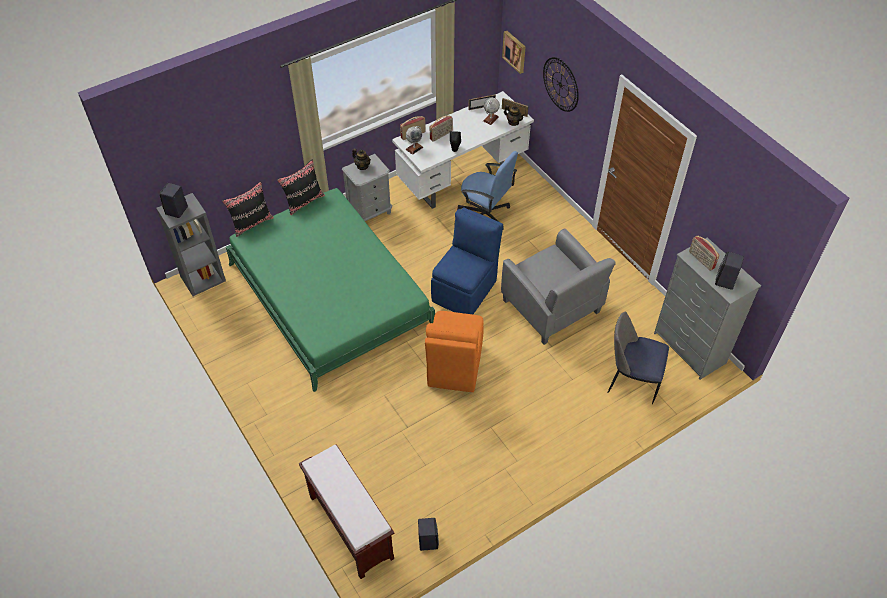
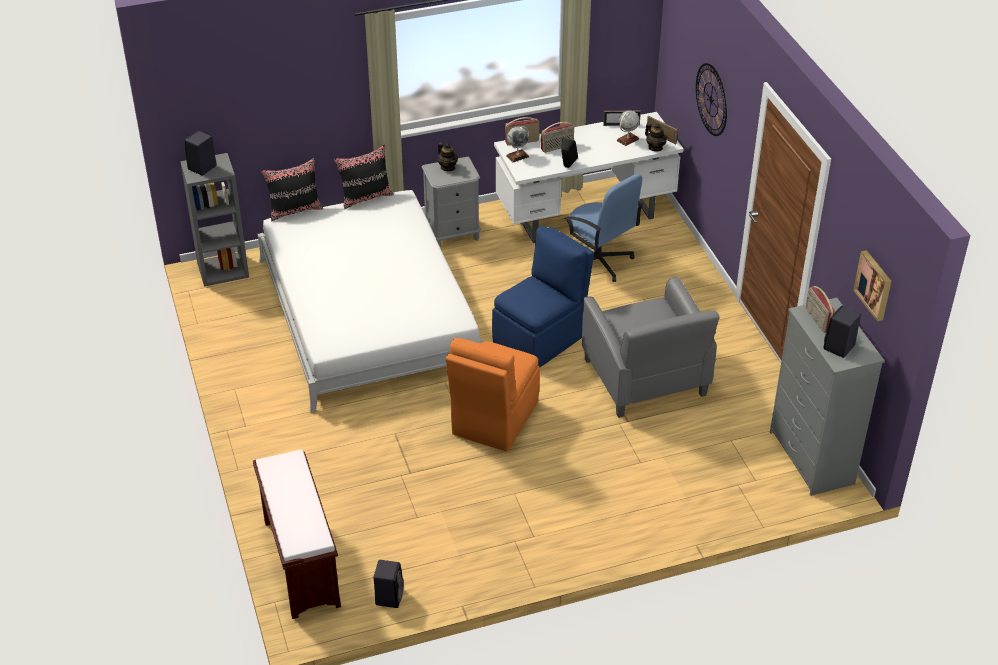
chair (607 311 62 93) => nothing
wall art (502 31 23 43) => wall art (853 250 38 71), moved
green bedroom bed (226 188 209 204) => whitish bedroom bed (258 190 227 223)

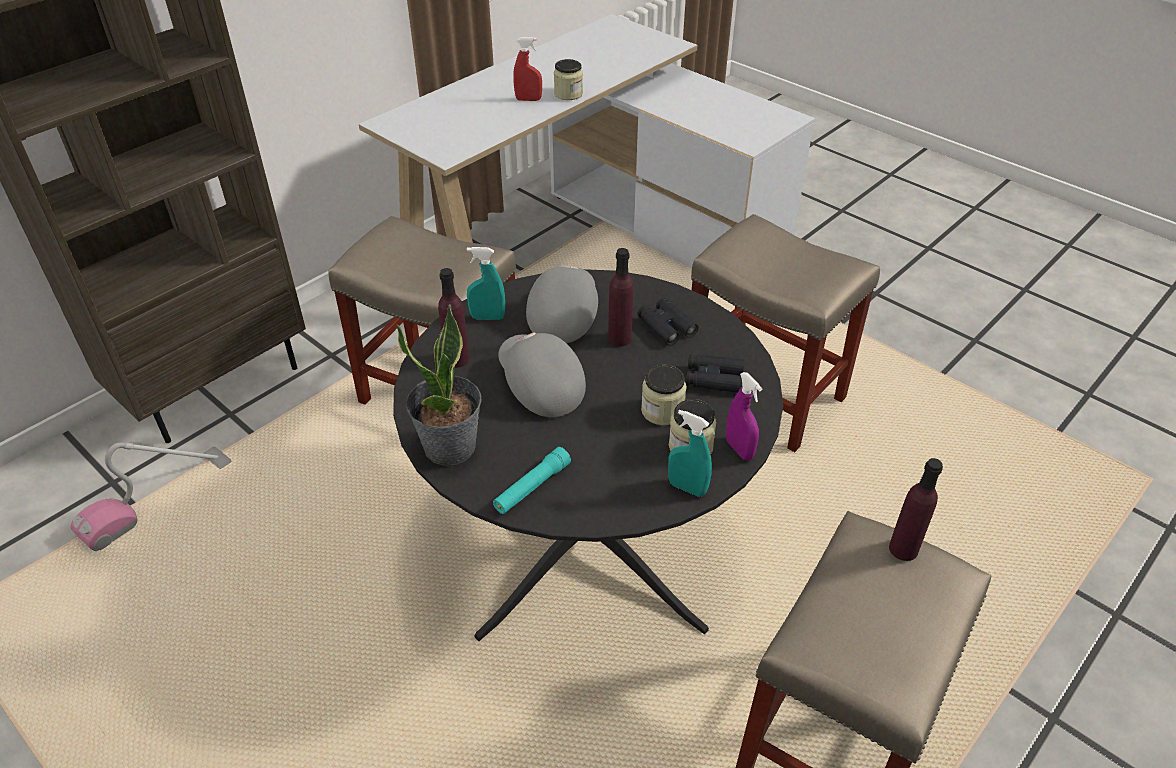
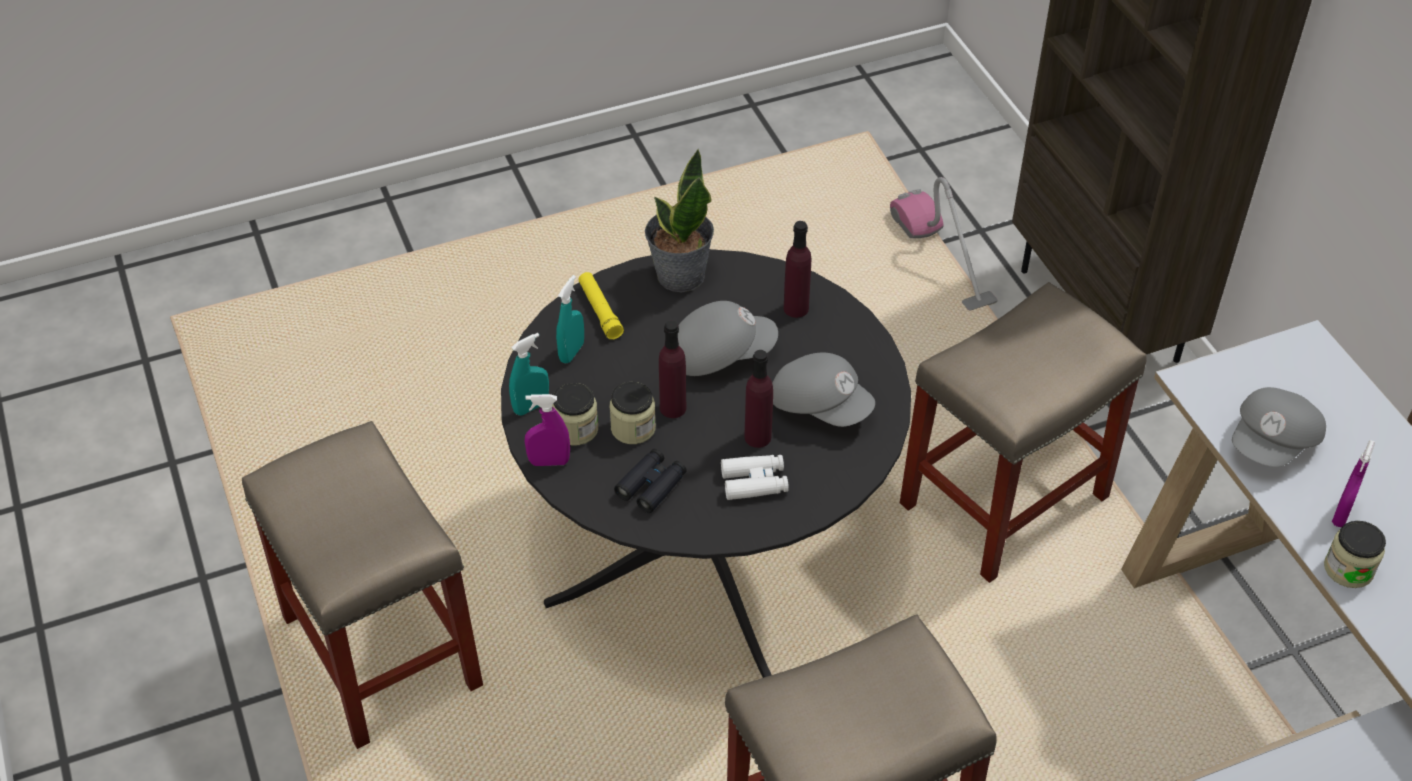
nothing => greyish baseball cap (1232 387 94 80)
turquoise-coloured spray bottle (467 247 38 73) => turquoise-coloured spray bottle (556 275 28 88), moved
purplish drink bottle (889 458 54 103) => purplish drink bottle (659 321 27 97), moved
turquoise-coloured flashlight (493 447 78 67) => yellow-coloured flashlight (578 272 46 68)
reddish spray bottle (513 37 29 64) => purplish spray bottle (1332 440 43 87)
black pair of binoculars (637 298 62 48) => whitish pair of binoculars (721 455 68 45)

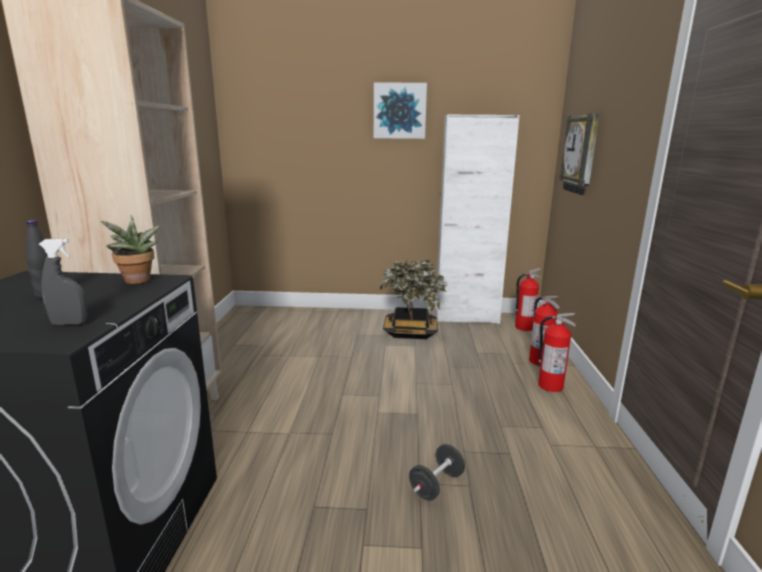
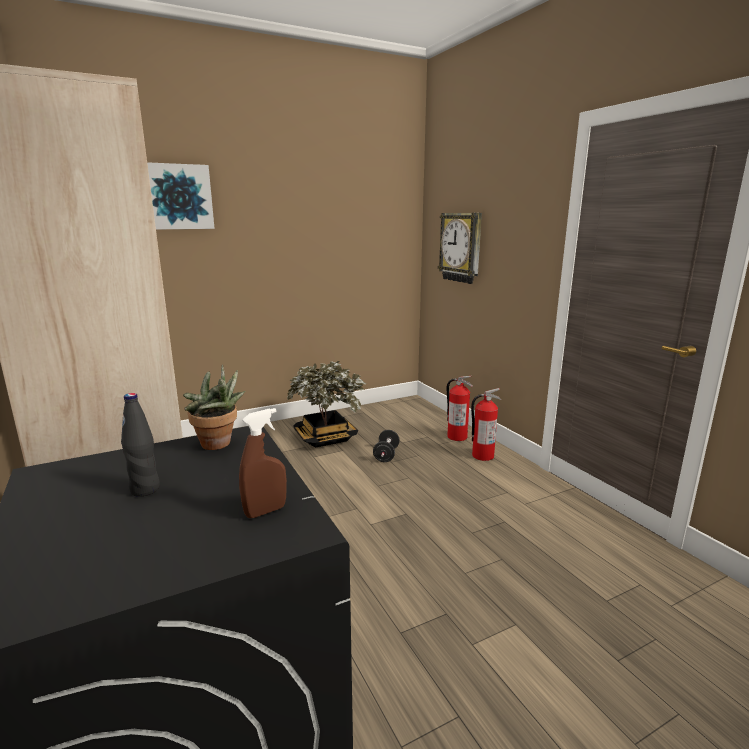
whitish cupboard (435 114 85 210) => nothing
fire extinguisher (515 268 27 63) => nothing
wall art (374 83 53 56) => wall art (147 162 68 67), moved
black dumbbell (409 444 56 57) => black dumbbell (373 430 27 32), moved
greyish spray bottle (39 238 49 87) => brown spray bottle (239 408 48 110)

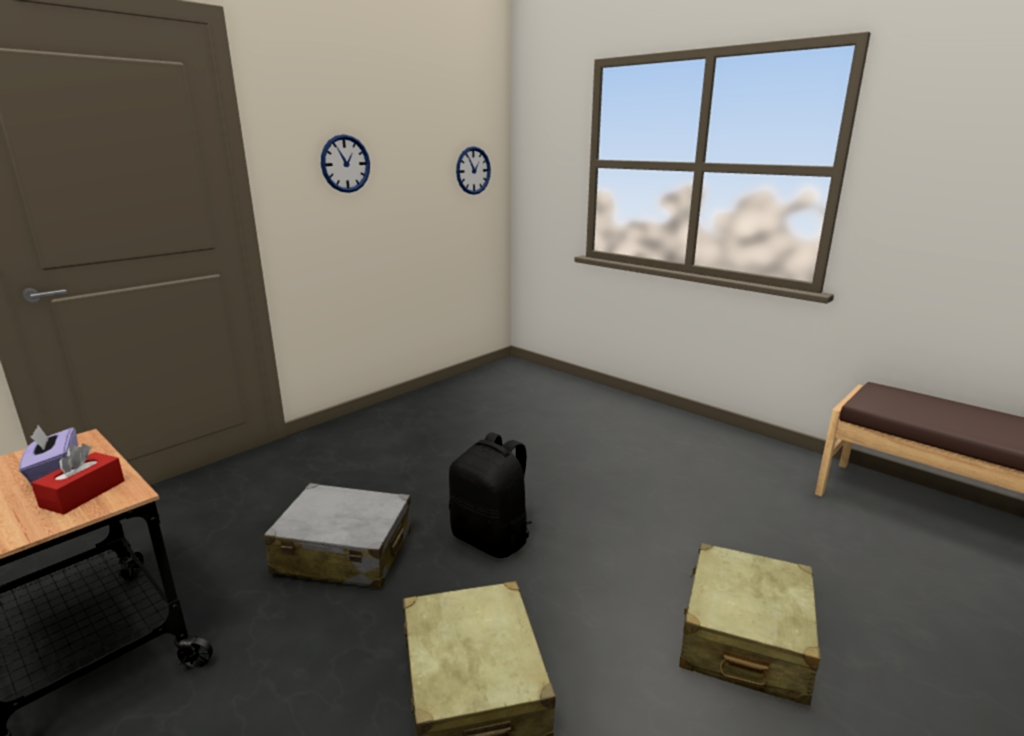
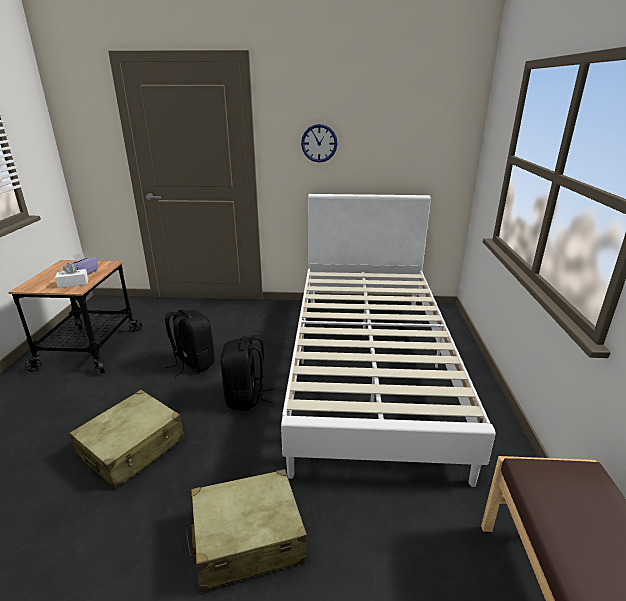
wall clock (456 146 35 49) => nothing
nothing => whitish bedroom bed (281 194 214 293)
greyish suitcase (264 483 147 105) => black backpack (165 310 50 67)
reddish tissue holder (31 444 93 70) => whitish tissue holder (55 263 33 25)

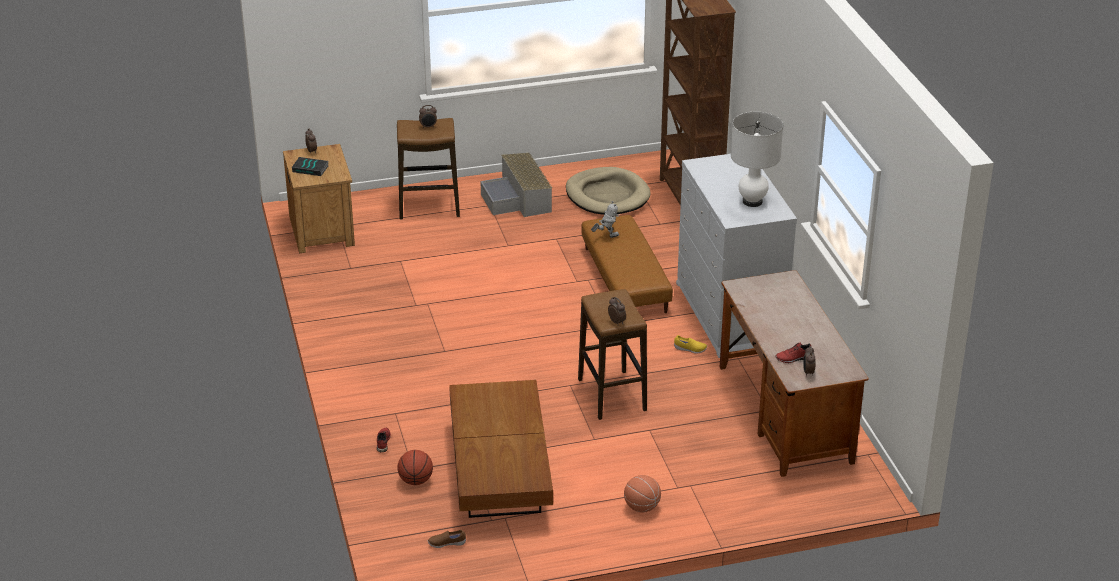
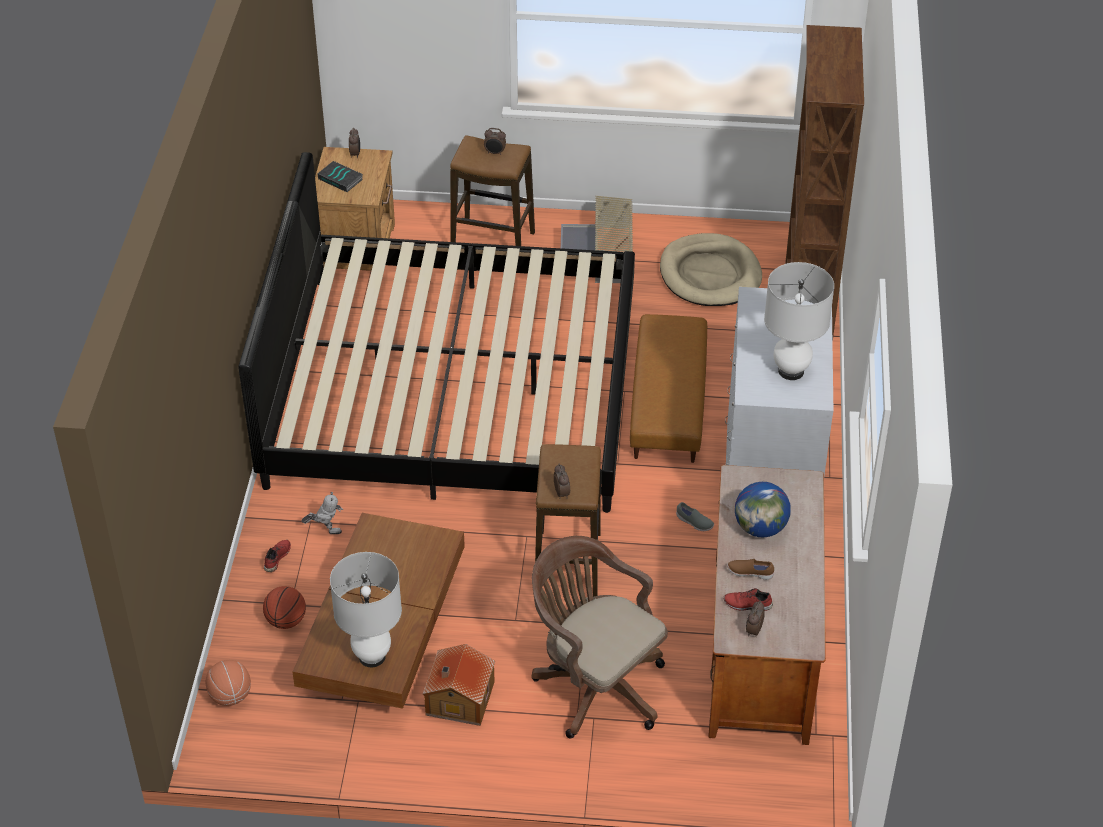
nothing => bedroom bed (238 152 397 361)
nothing => whitish lamp for a table (330 552 72 115)
nothing => model house (423 644 72 82)
nothing => brown office chair (531 536 137 202)
nothing => globe (735 482 56 56)
brown low shoe (428 530 38 18) => brown low shoe (727 559 47 21), moved
model robot (591 201 29 37) => model robot (302 492 41 42), moved
basketball (624 475 37 38) => basketball (205 660 46 46), moved
yellow-coloured low shoe (674 335 33 18) => greyish low shoe (676 502 38 29)

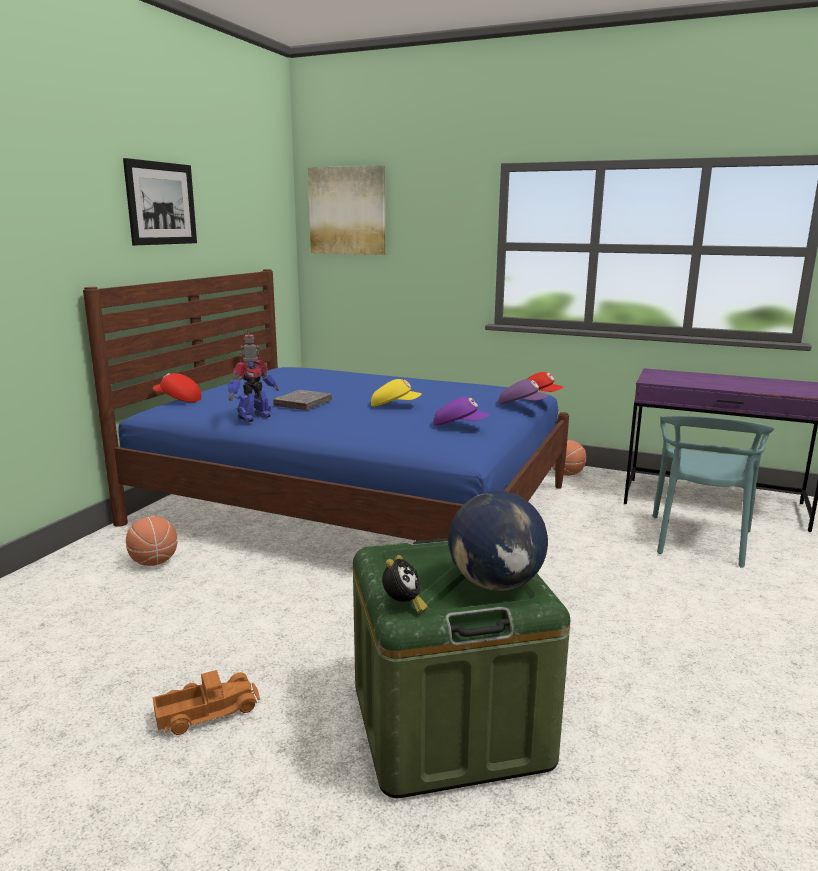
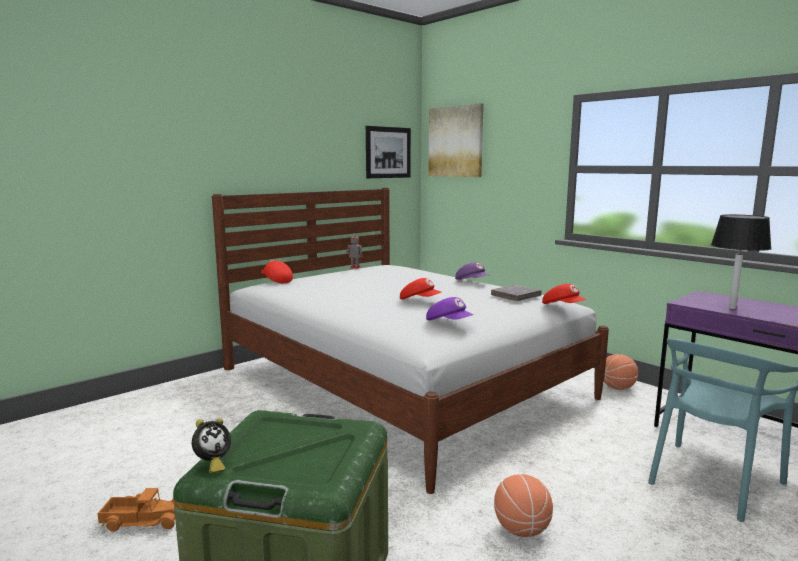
model robot (228 360 51 62) => nothing
globe (448 491 100 100) => nothing
nothing => black lamp for a table (711 214 61 95)
wall art (123 158 74 87) => wall art (366 126 45 52), moved
basketball (126 516 51 50) => basketball (494 474 59 63), moved
greyish bound book (273 390 59 20) => greyish bound book (491 285 51 16), moved
purplish baseball cap (499 379 50 25) => purplish baseball cap (455 262 34 18), moved
blue-coloured bedroom bed (83 269 486 272) => whitish bedroom bed (212 188 397 306)
yellow-coloured baseball cap (371 379 50 27) => reddish baseball cap (400 278 42 22)

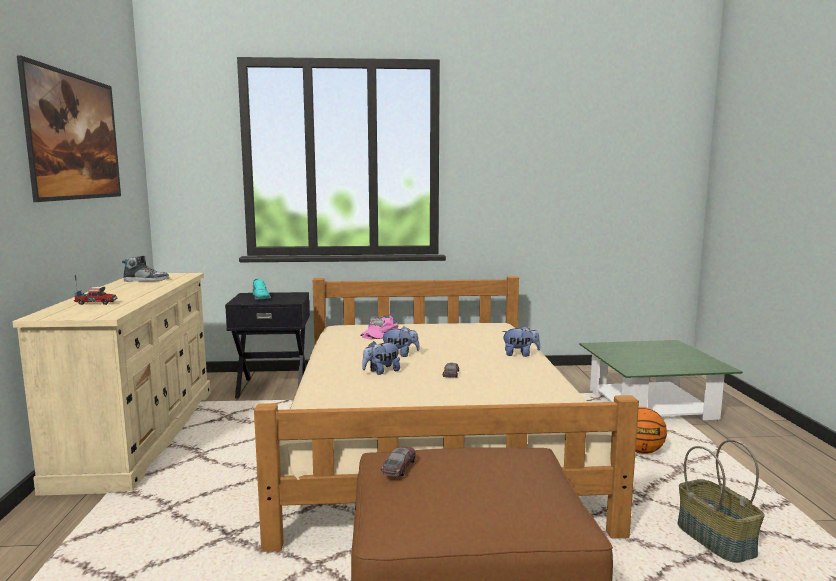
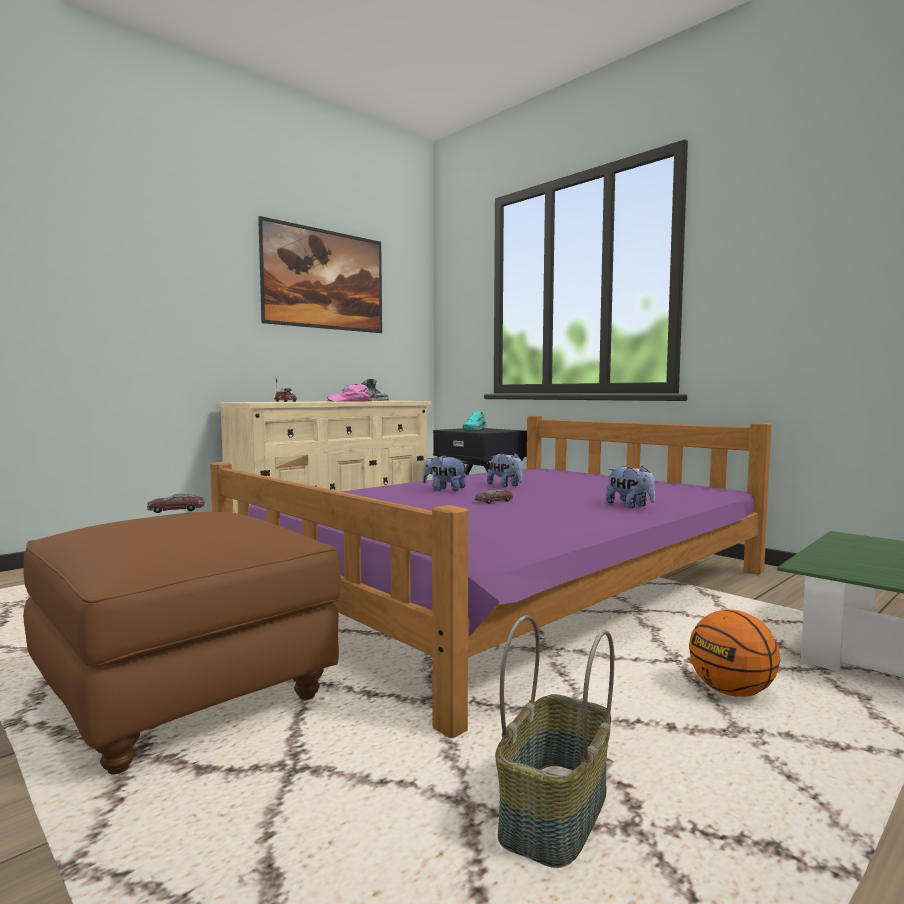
pinkish baseball cap (360 316 38 23) => pinkish baseball cap (327 384 45 18), moved
beige bedroom bed (254 276 385 276) => purplish bedroom bed (210 415 561 323)

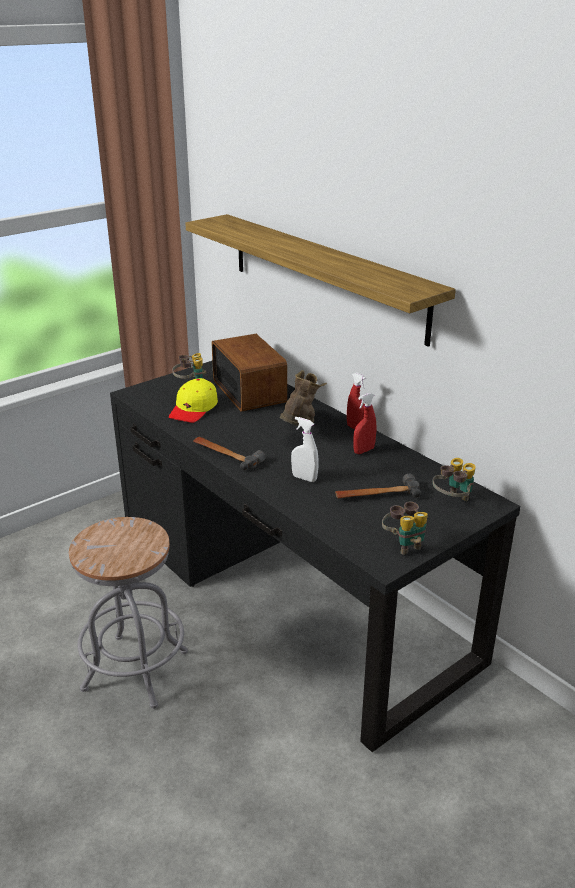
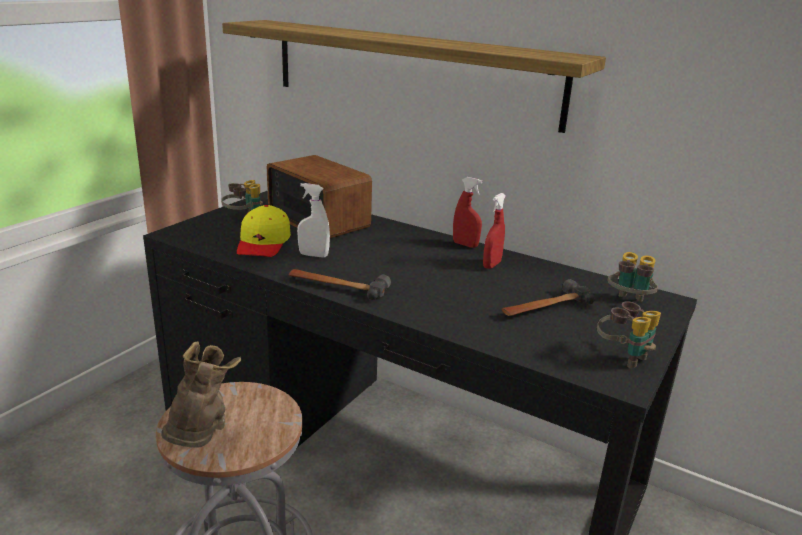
brown boot (280 370 47 57) => brown boot (161 341 80 107), moved
whitish spray bottle (291 417 28 65) => whitish spray bottle (297 183 33 75), moved

